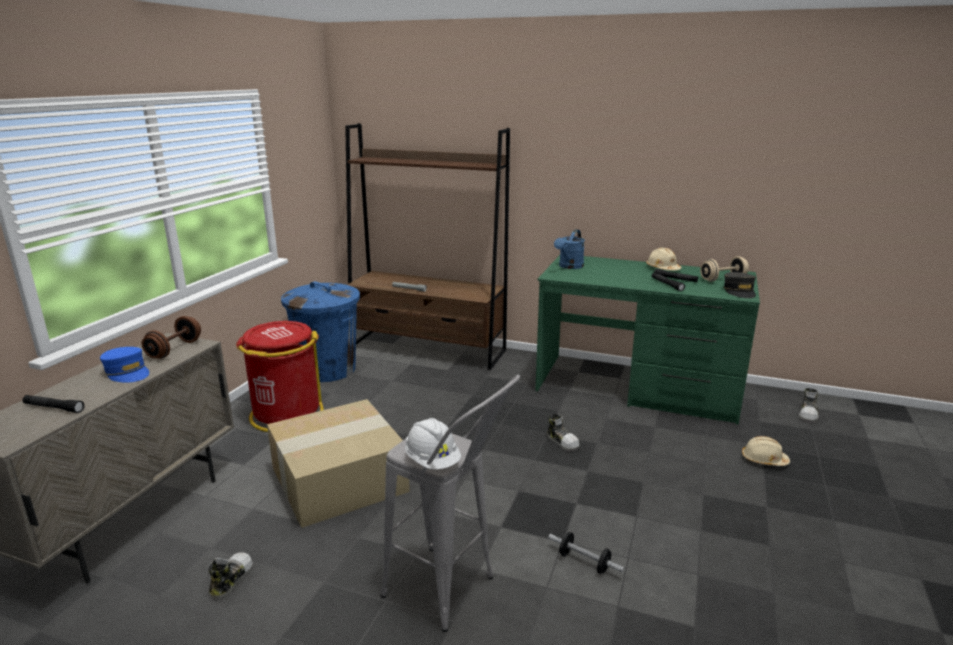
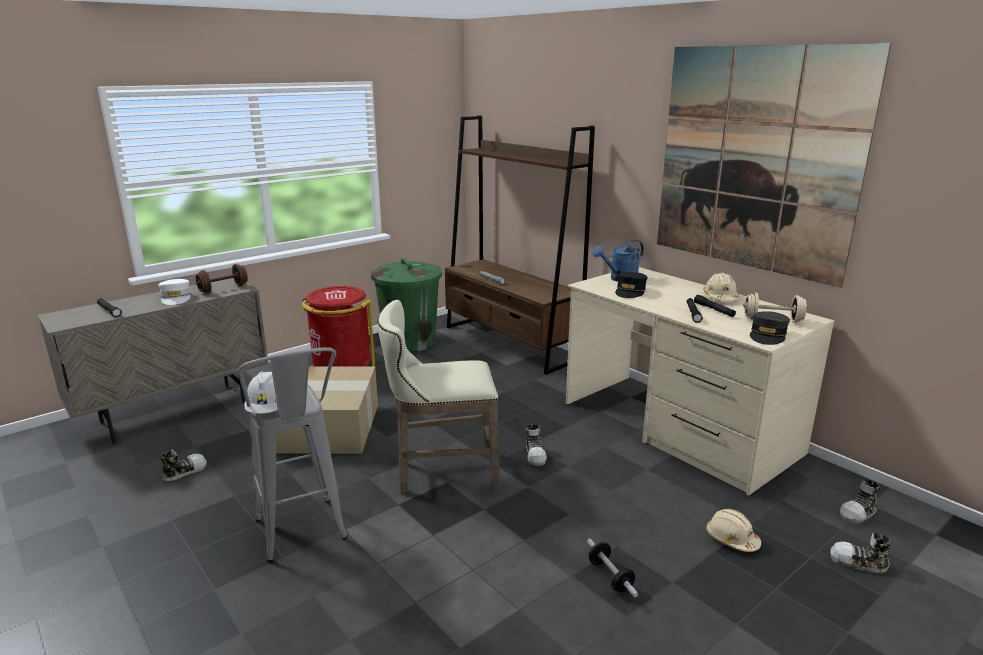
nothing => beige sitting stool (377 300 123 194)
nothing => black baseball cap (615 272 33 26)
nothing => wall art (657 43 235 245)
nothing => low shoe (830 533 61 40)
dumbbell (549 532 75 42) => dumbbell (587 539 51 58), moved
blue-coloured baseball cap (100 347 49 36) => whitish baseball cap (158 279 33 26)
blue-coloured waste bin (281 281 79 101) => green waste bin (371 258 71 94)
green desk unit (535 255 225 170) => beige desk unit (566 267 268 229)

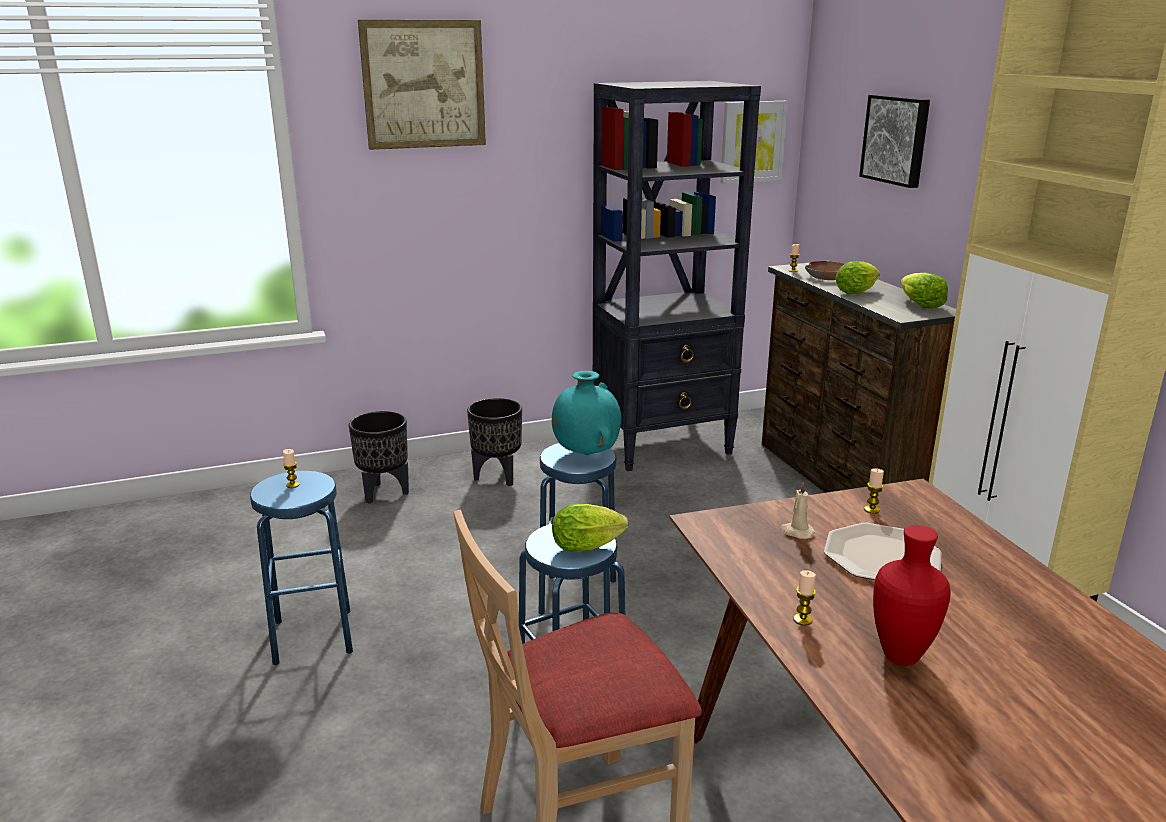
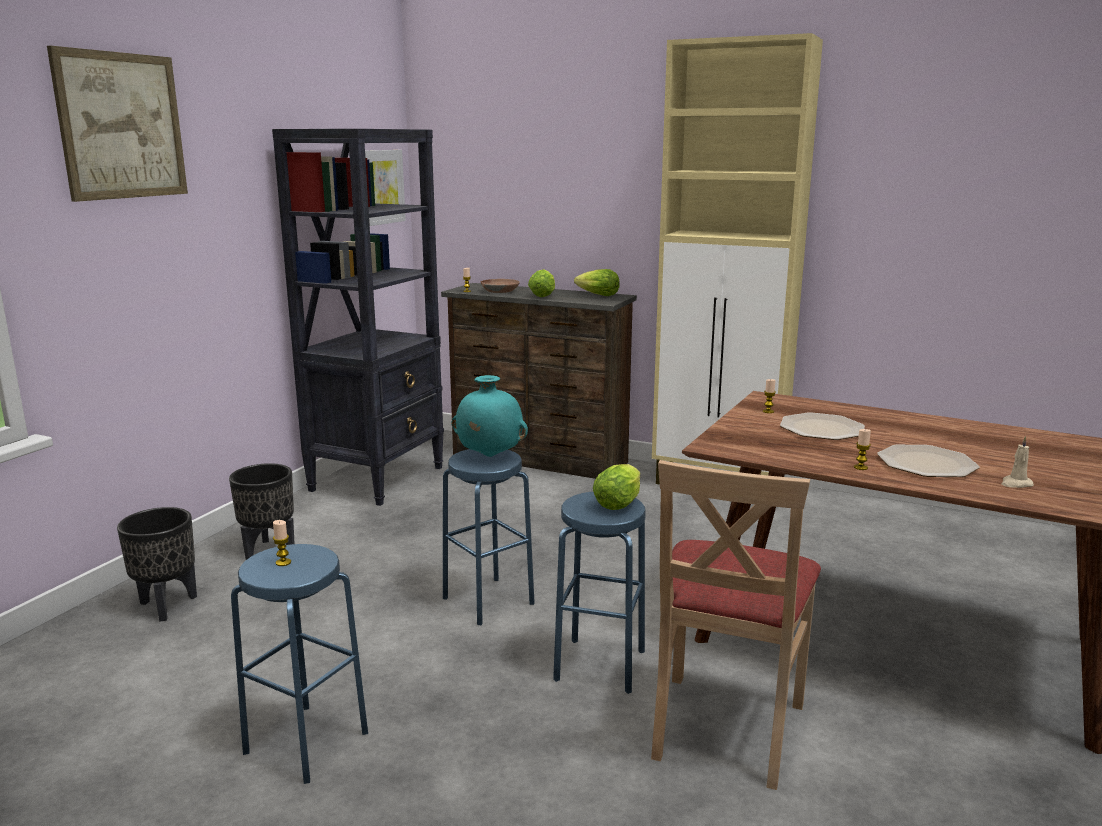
wall art (859 94 71 94) => nothing
beige candle (780 482 35 57) => beige candle (1001 436 33 52), moved
reddish flower vase (873 525 78 141) => dinner plate (877 445 103 32)

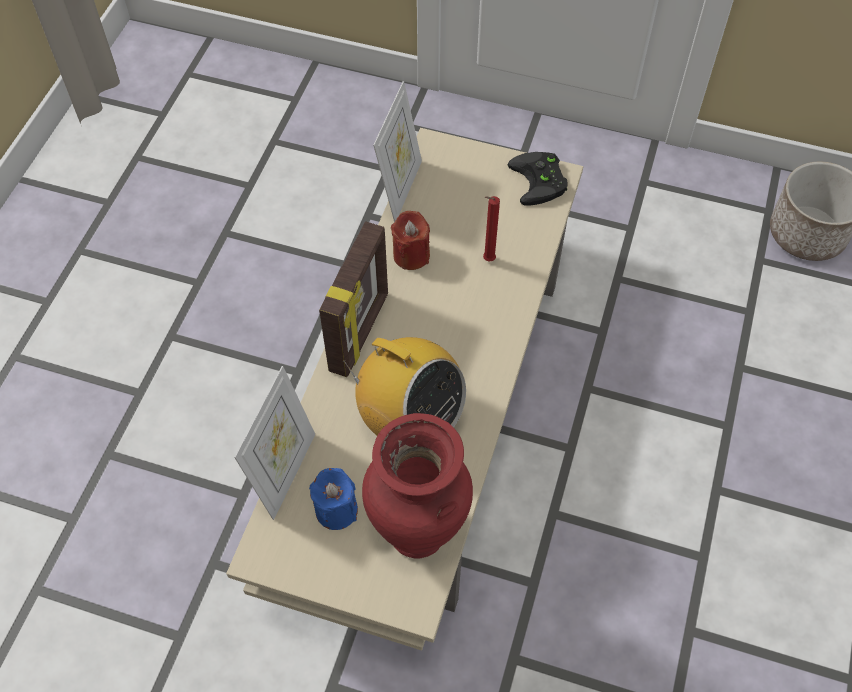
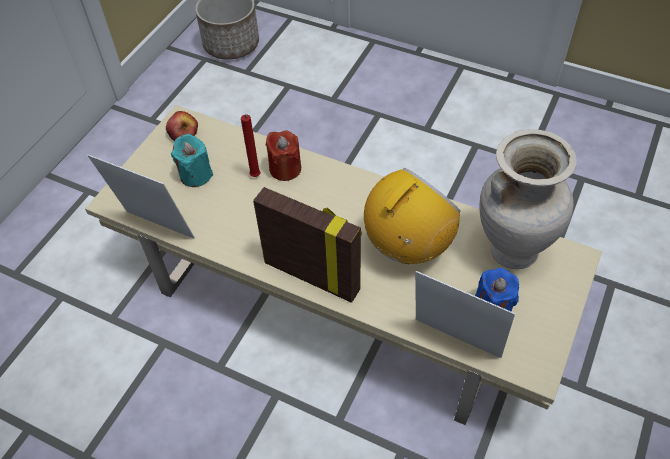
nothing => turquoise-coloured candle (171 134 42 53)
reddish candle (391 211 39 59) => reddish candle (266 130 35 51), moved
black joypad (508 152 60 54) => apple (166 111 32 30)
reddish flower vase (362 413 111 146) => beige flower vase (480 129 97 140)

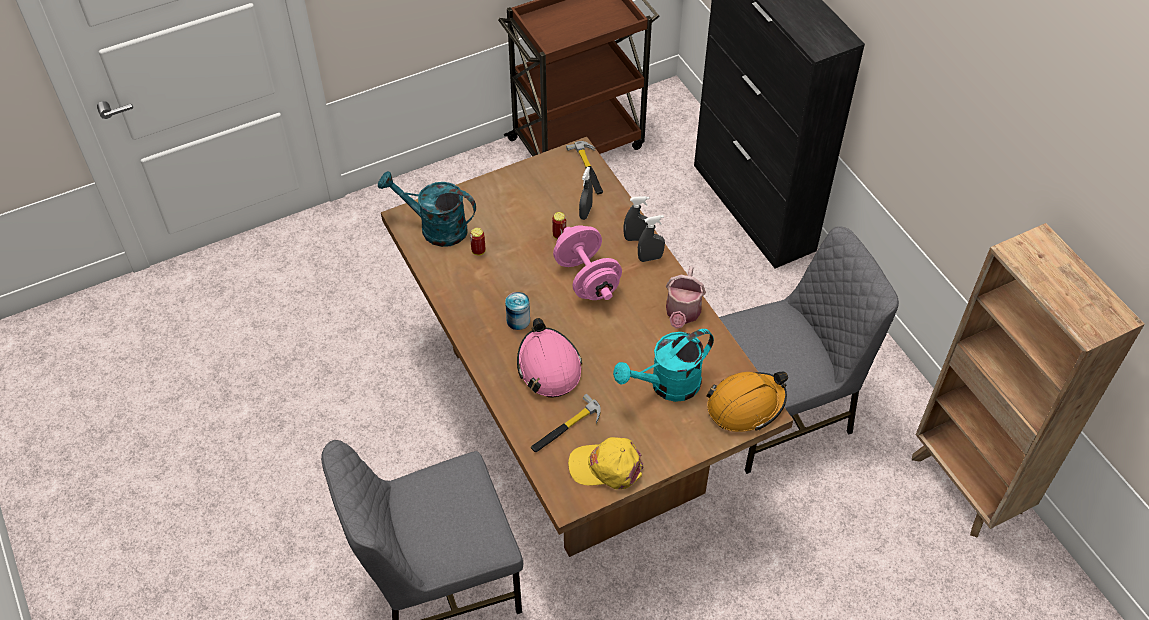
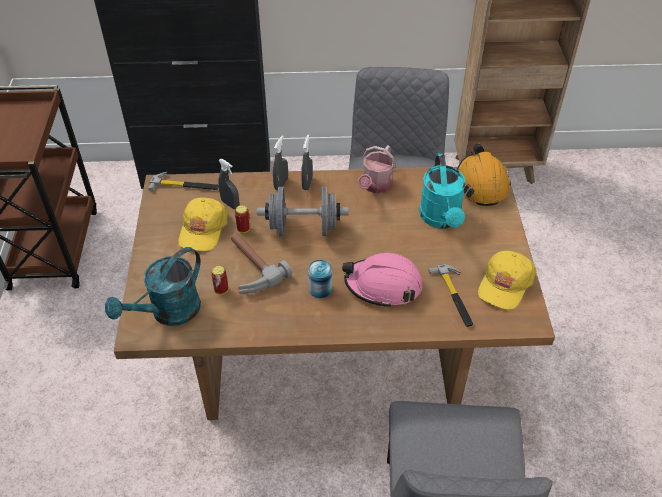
nothing => yellow-coloured baseball cap (178 197 51 54)
nothing => hammer (231 233 61 61)
pinkish dumbbell (553 225 69 75) => greyish dumbbell (257 187 92 49)
sprinkling can (666 266 40 63) => sprinkling can (358 145 38 49), 75 degrees clockwise

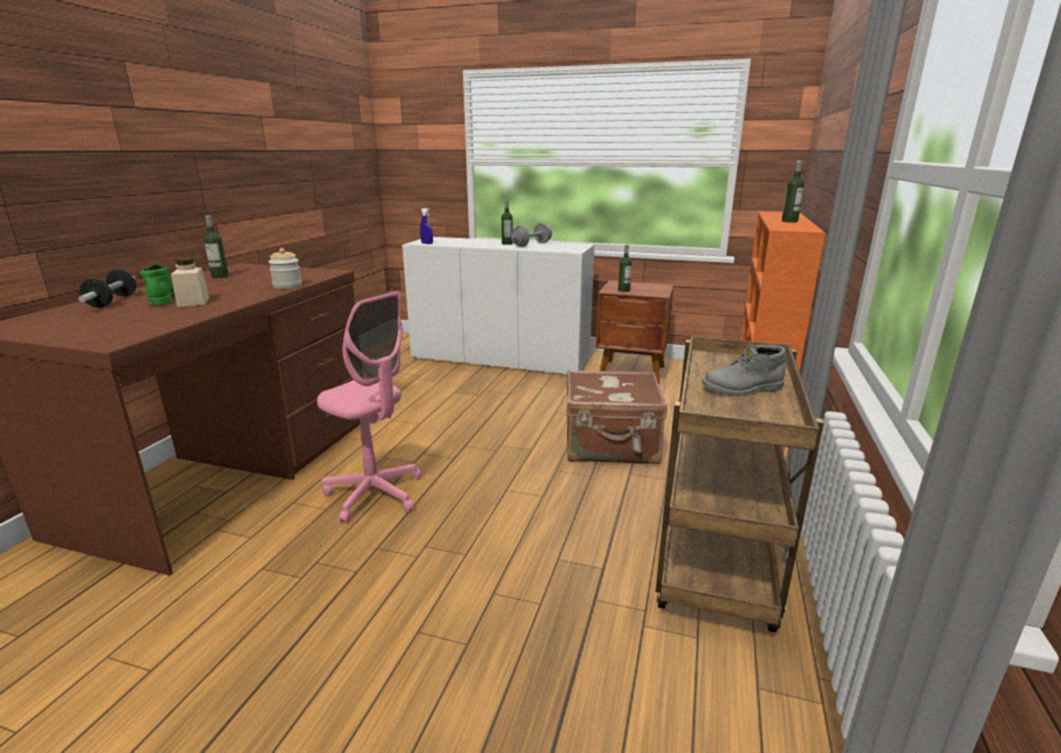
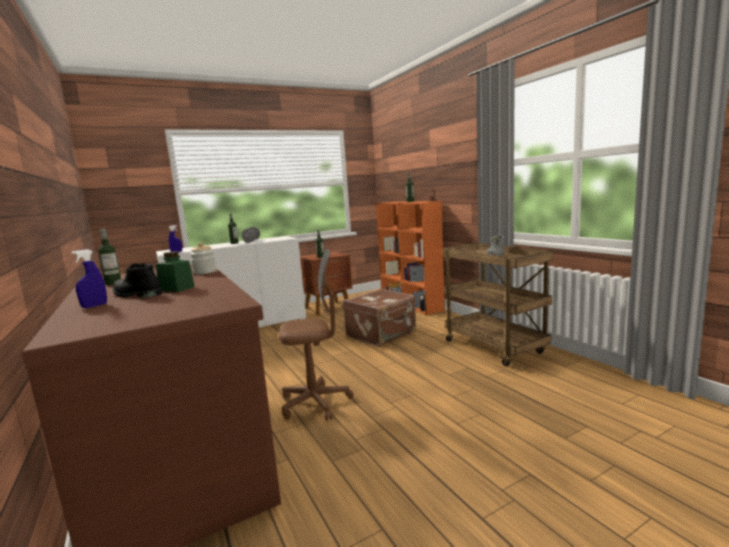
dumbbell (78 270 58 38) => blue-coloured spray bottle (71 249 36 59)
green boot (140 264 35 41) => black boot (112 263 50 35)
beige jar (171 258 38 49) => green jar (156 251 39 41)
pinkish office chair (317 291 105 232) => brown office chair (279 249 75 172)

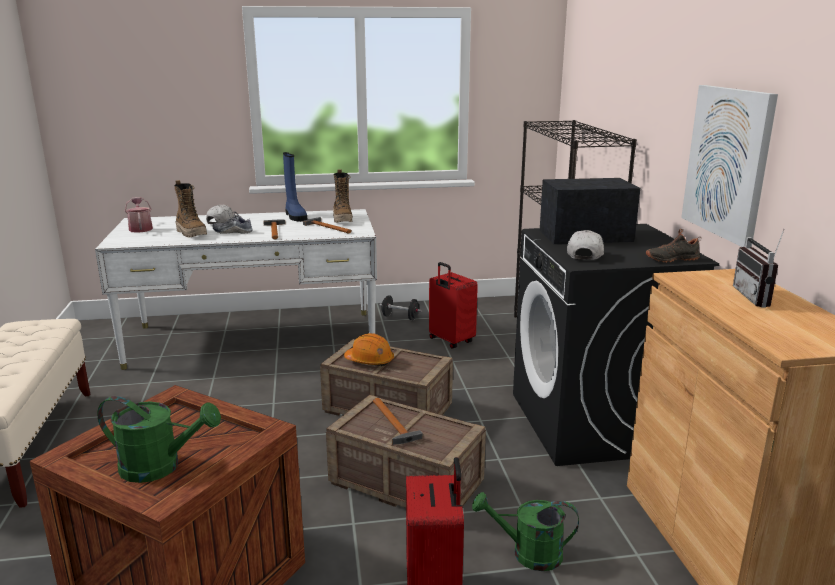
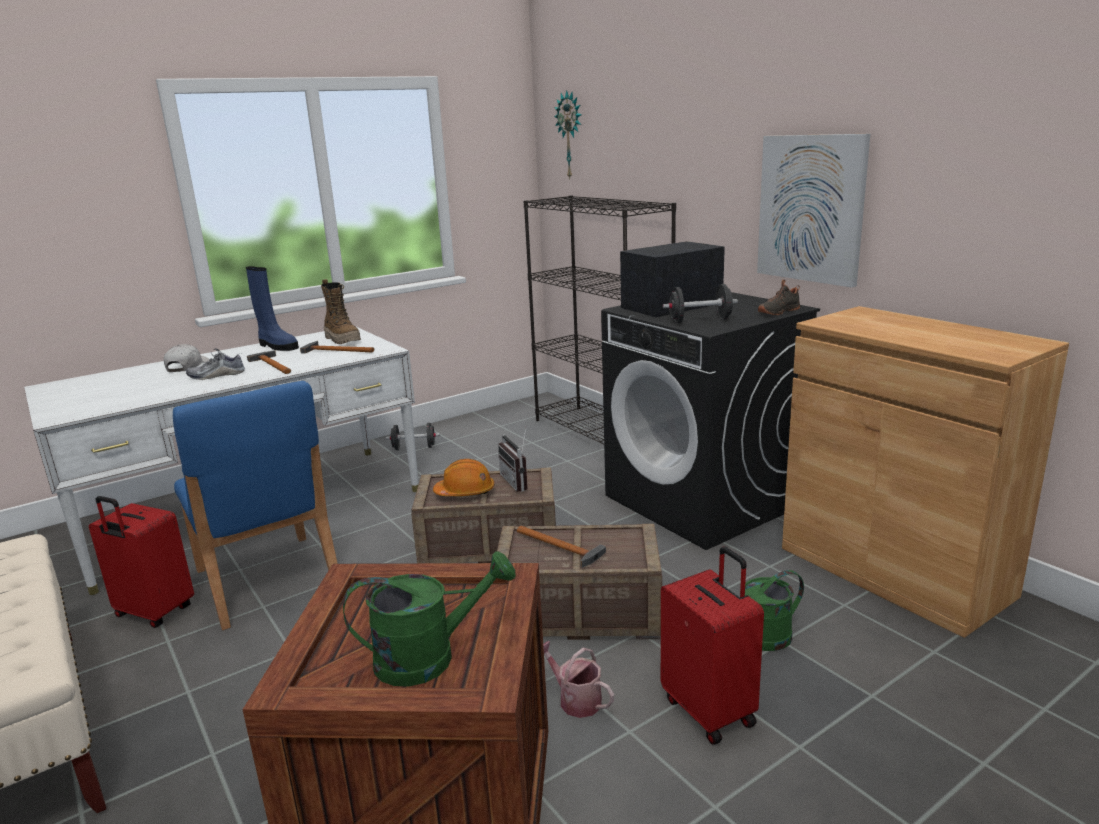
boot (174 180 33 58) => nothing
nothing => blue-coloured chair (173 381 165 249)
nothing => wall clock (554 90 27 89)
sprinkling can (125 197 28 36) => sprinkling can (543 641 71 77), moved
reddish suitcase (429 262 49 86) => reddish suitcase (89 496 105 132), moved
radio (733 229 51 79) => radio (498 428 30 64), moved
whitish baseball cap (567 230 37 30) => black dumbbell (663 284 75 39)

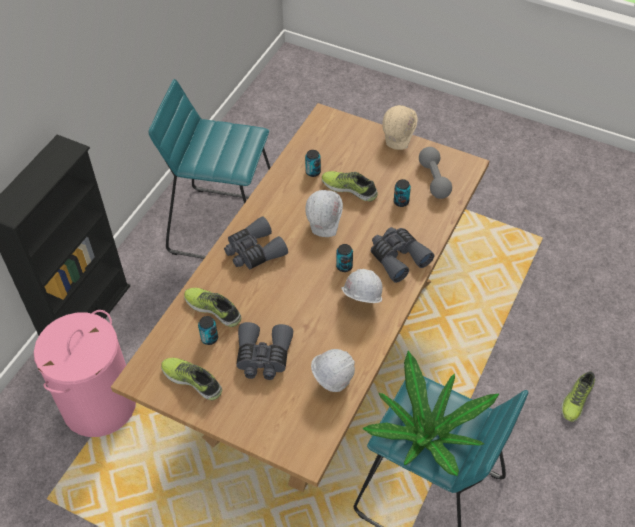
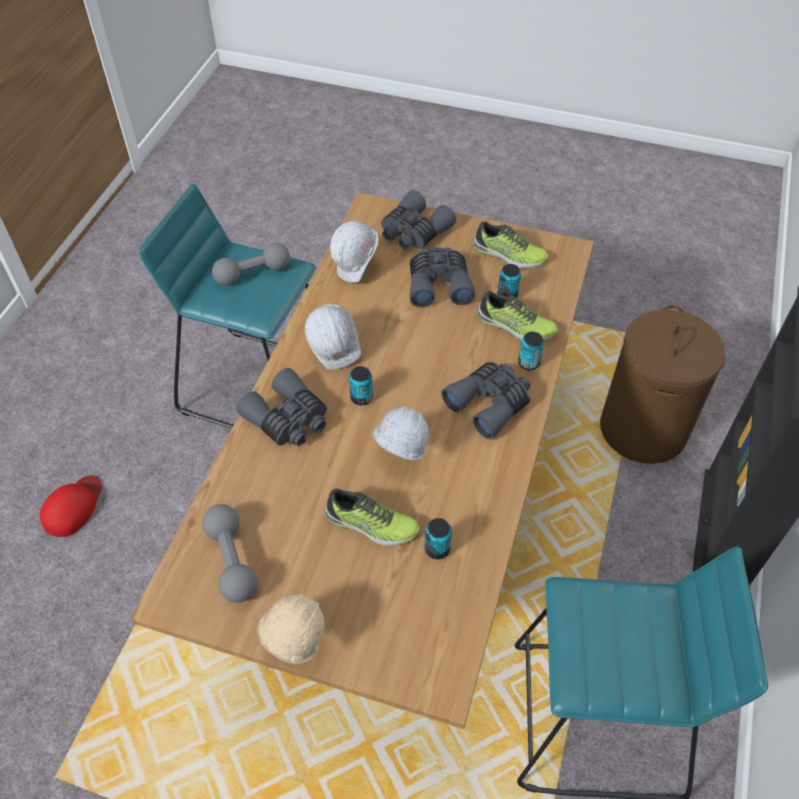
nothing => greyish pair of binoculars (381 190 75 59)
sealed can (394 179 17 28) => sealed can (518 332 26 38), moved
potted plant (363 351 136 125) => greyish dumbbell (212 243 78 43)
low shoe (561 371 34 51) => reddish baseball cap (39 475 63 62)
pinkish laundry basket (34 310 102 127) => brown laundry basket (600 305 125 159)

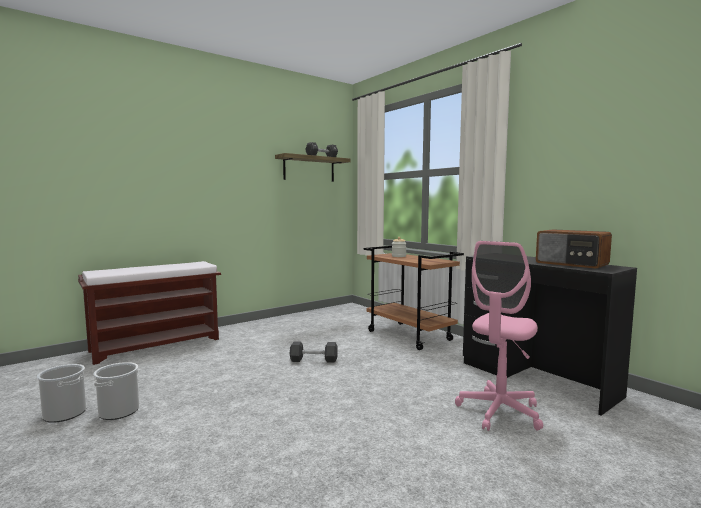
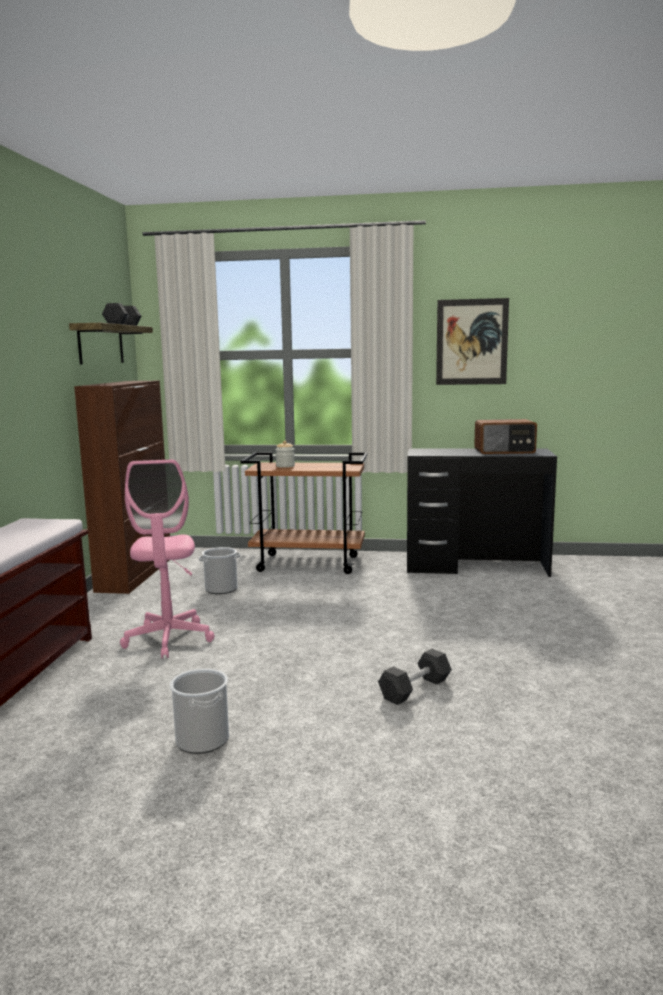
nothing => brown cupboard (74 381 96 213)
nothing => wall art (436 298 73 87)
bucket (37 364 50 59) => bucket (199 547 41 47), moved
black dumbbell (290 342 48 21) => black dumbbell (378 649 74 56), moved
pinkish office chair (455 241 88 190) => pinkish office chair (120 459 95 199), moved

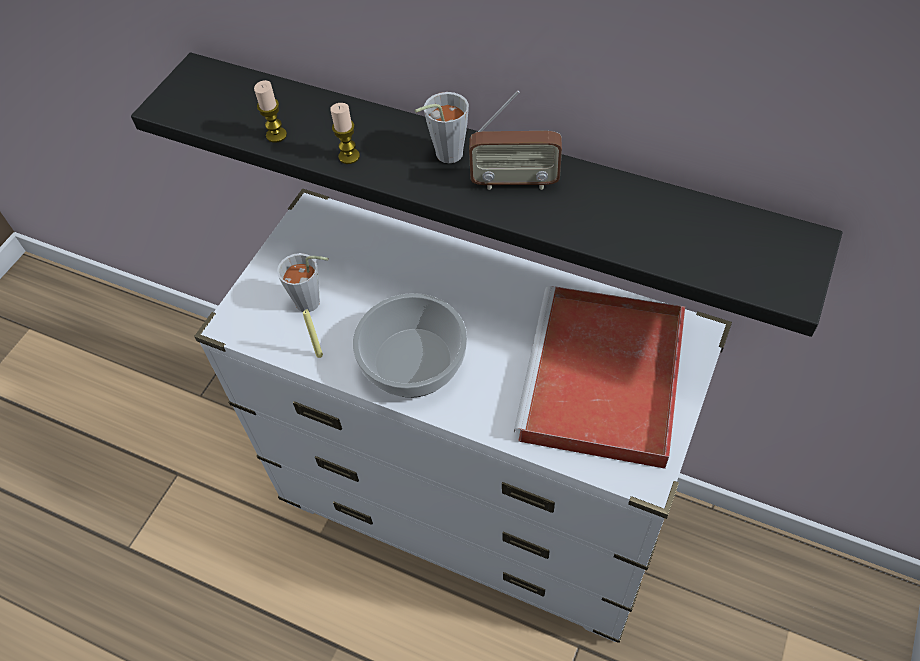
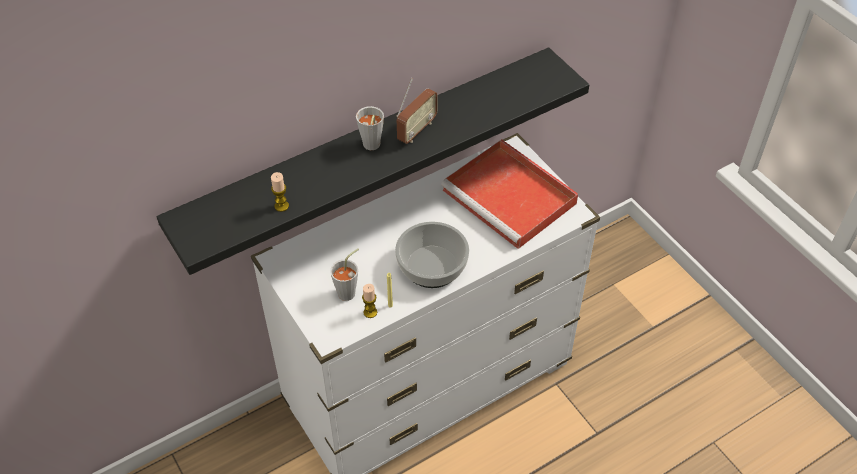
candle (330 103 30 61) => candle (362 284 15 34), moved

